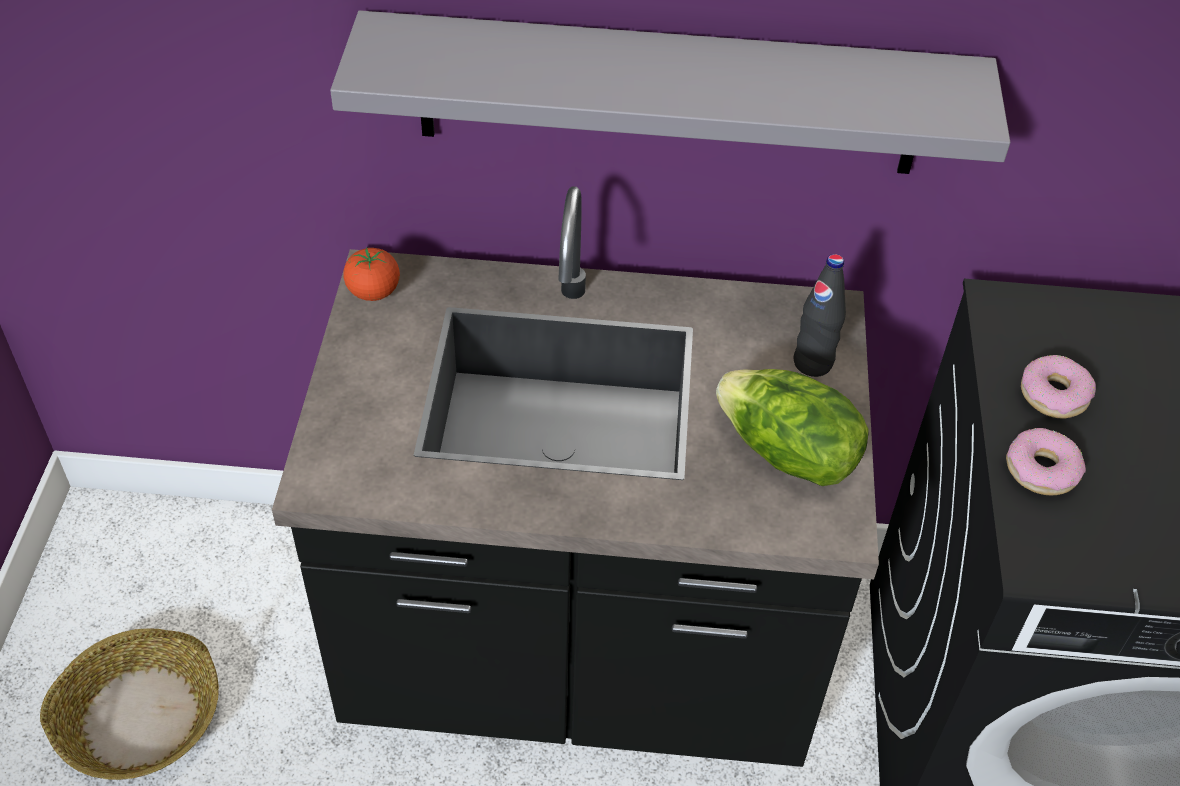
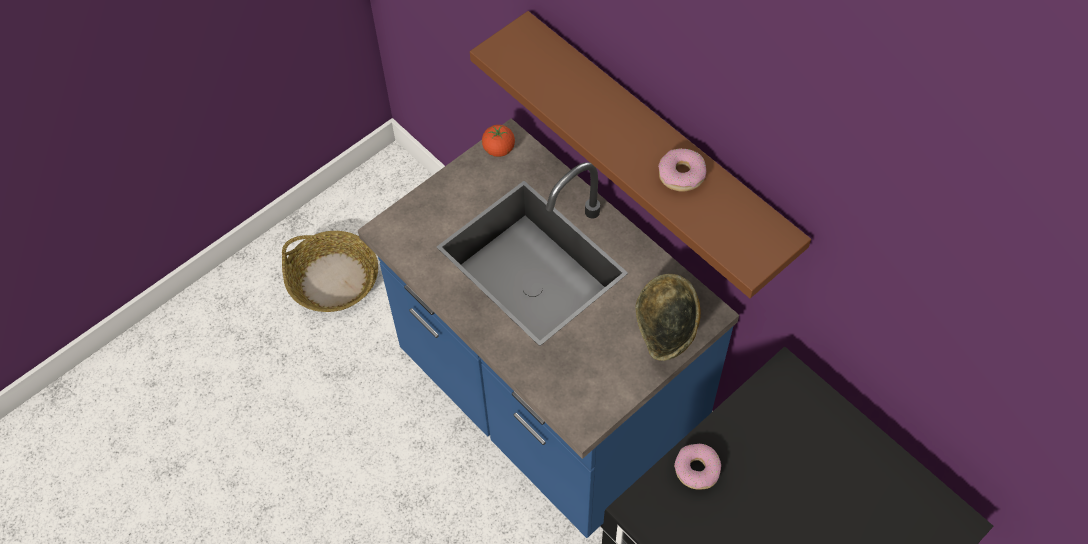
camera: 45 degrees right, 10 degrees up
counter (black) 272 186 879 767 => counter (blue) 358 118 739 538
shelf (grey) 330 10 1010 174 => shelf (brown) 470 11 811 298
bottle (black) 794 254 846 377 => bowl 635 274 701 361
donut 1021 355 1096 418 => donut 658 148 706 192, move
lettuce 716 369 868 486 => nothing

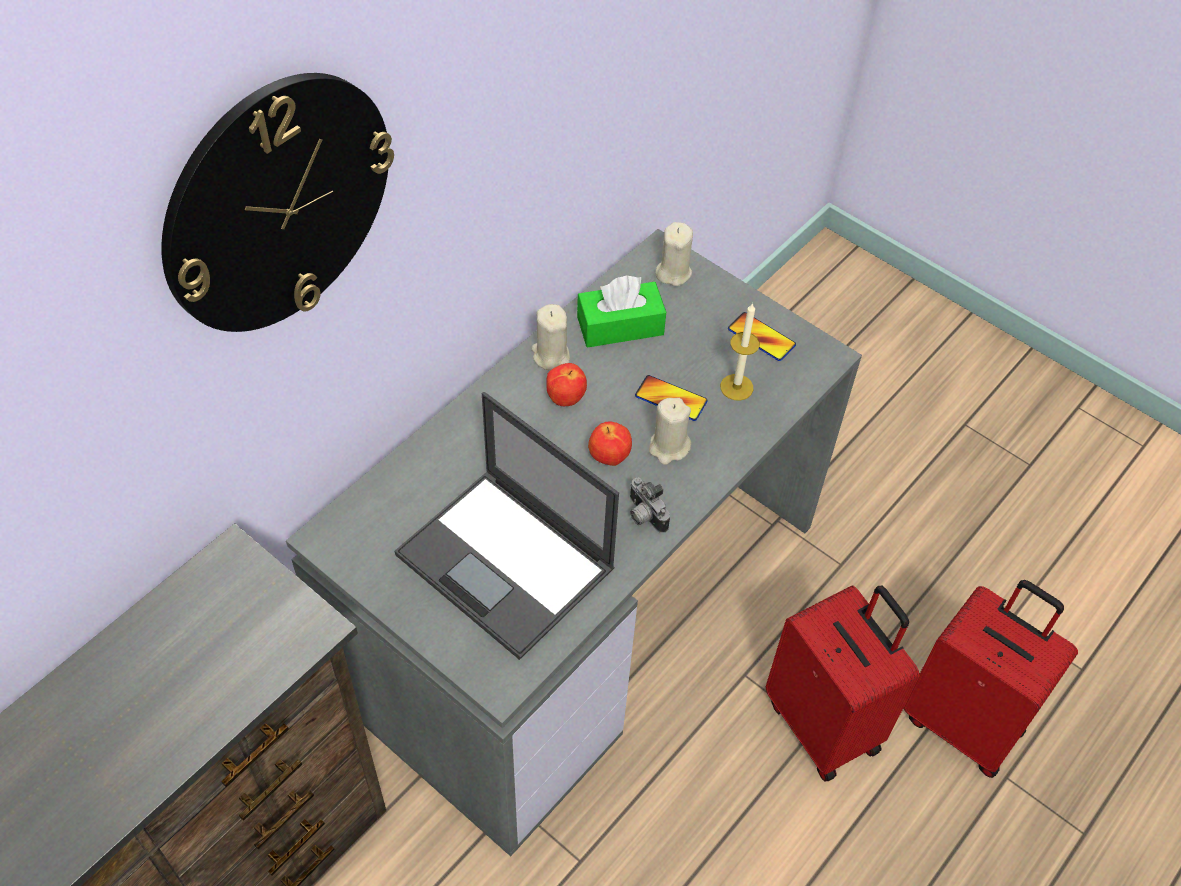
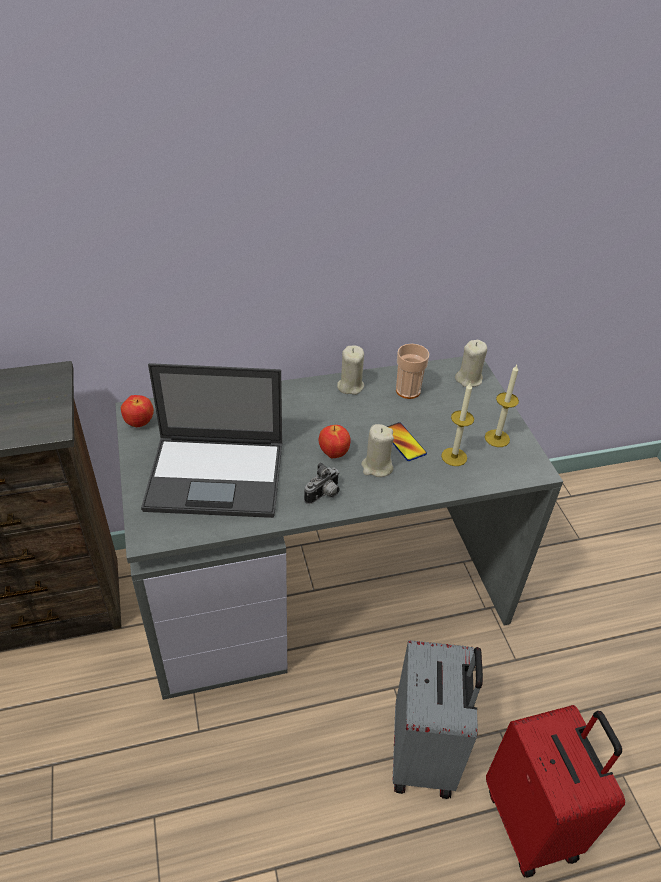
camera: 35 degrees right, 10 degrees down
apple 546 363 587 406 => apple 121 395 154 427, move
laptop 394 392 619 660 => laptop 141 363 282 518, 75 degrees counterclockwise
photo camera 630 477 670 533 => photo camera 304 462 340 504, 135 degrees counterclockwise
suitcase (red) 766 586 920 782 => suitcase (grey) 393 640 483 799
tissue box (green) 577 275 666 348 => cup 396 344 430 399
phone 728 312 796 361 => candle 485 365 519 447
wall clock 161 73 394 332 => nothing

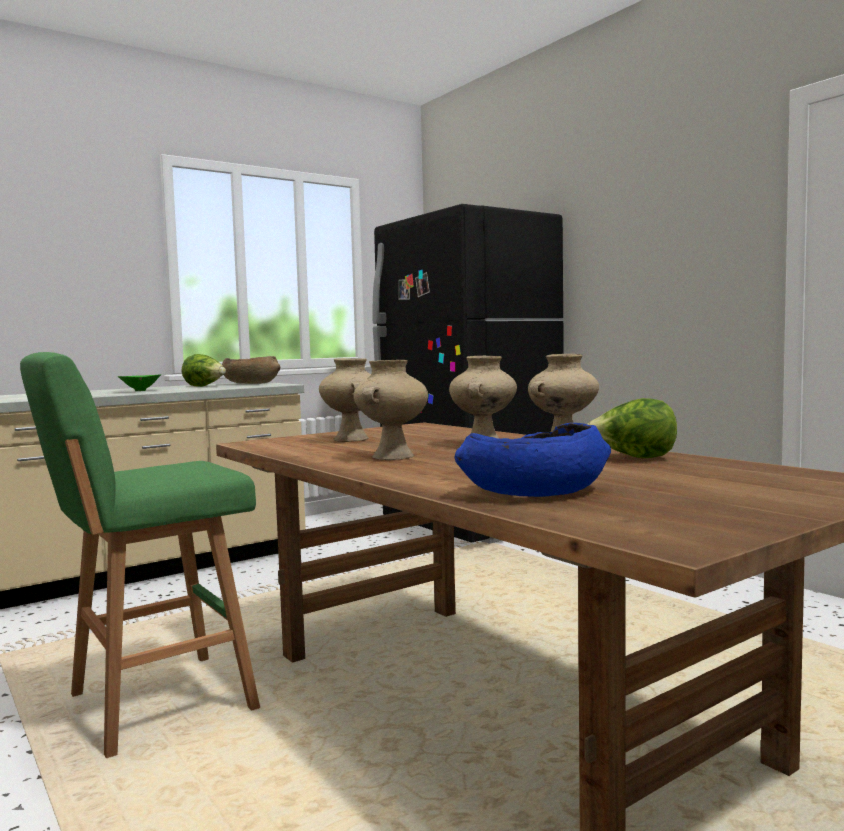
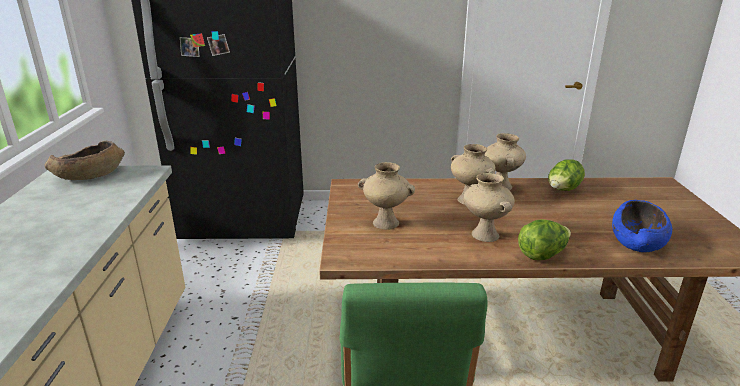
camera: 55 degrees left, 20 degrees up
lettuce 182 354 226 387 => lettuce 518 219 571 260, move
bowl (green) 118 374 161 391 => nothing

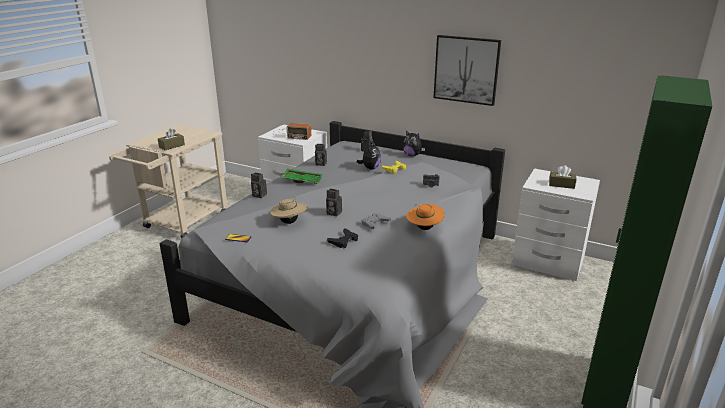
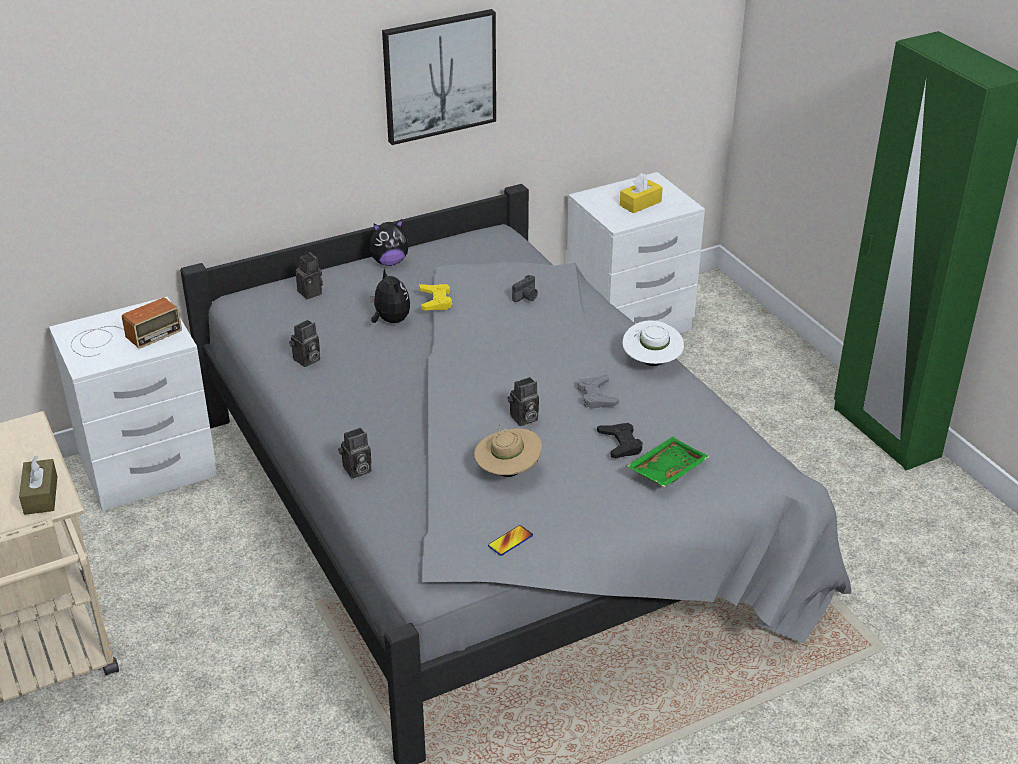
camera: 55 degrees left, 10 degrees up
tissue box (brown) 549 165 577 189 => tissue box (yellow) 620 173 663 213
hat (orange) 406 202 445 230 => hat (white) 622 320 684 366
tray (green) 282 169 322 184 => tray (green) 627 437 709 487, move

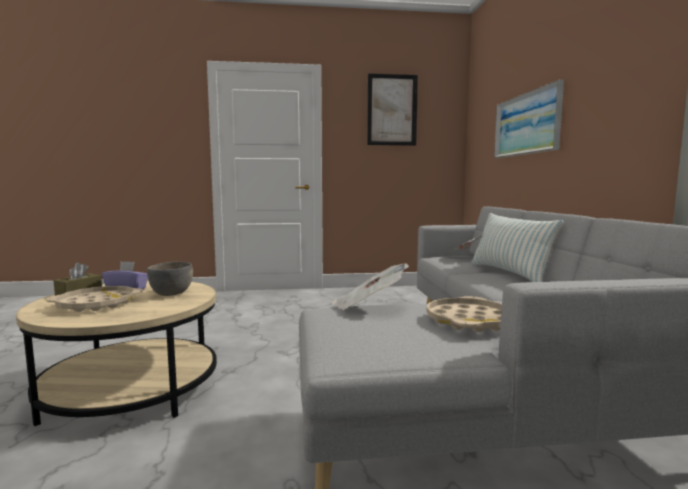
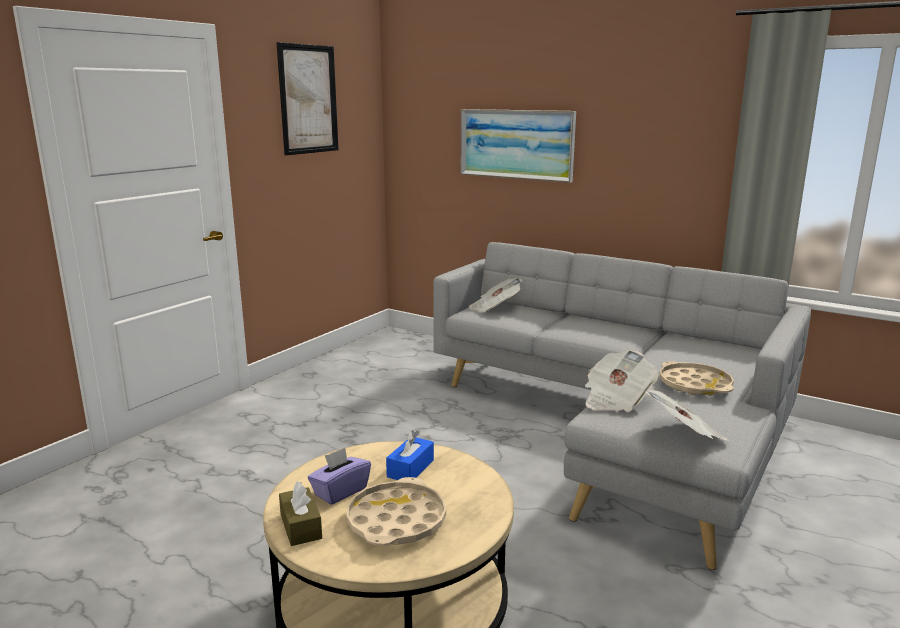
camera: 50 degrees left, 10 degrees up
bowl (grey) 147 261 193 296 => tissue box (blue) 386 430 434 480
nothing => newspaper 645 389 729 441
pillow 472 213 564 282 => nothing

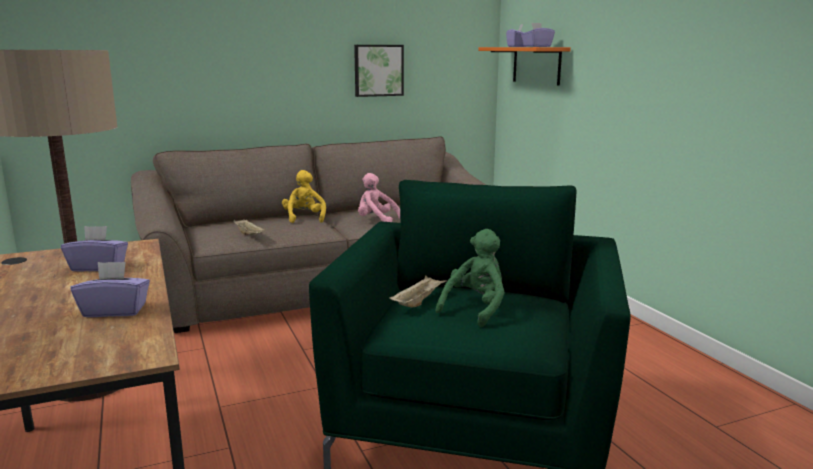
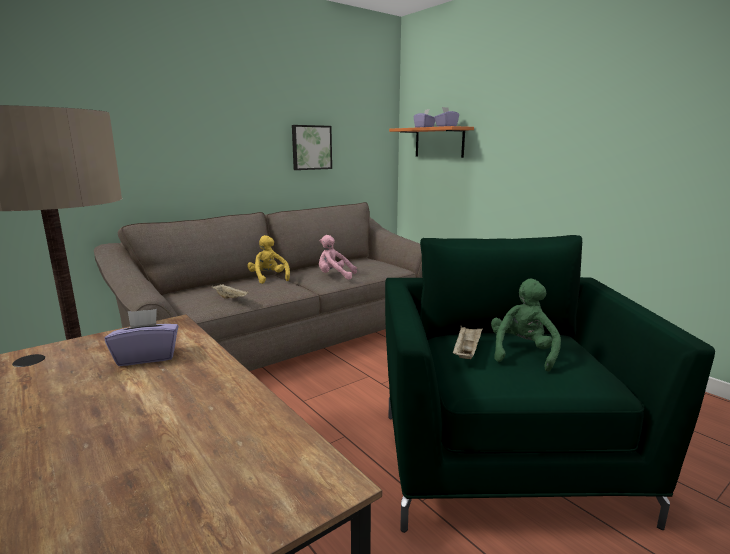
camera: 15 degrees left, 0 degrees up
tissue box (purple) 71 262 150 317 => nothing

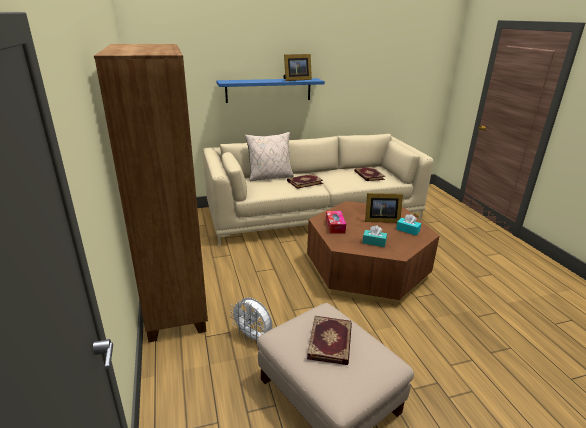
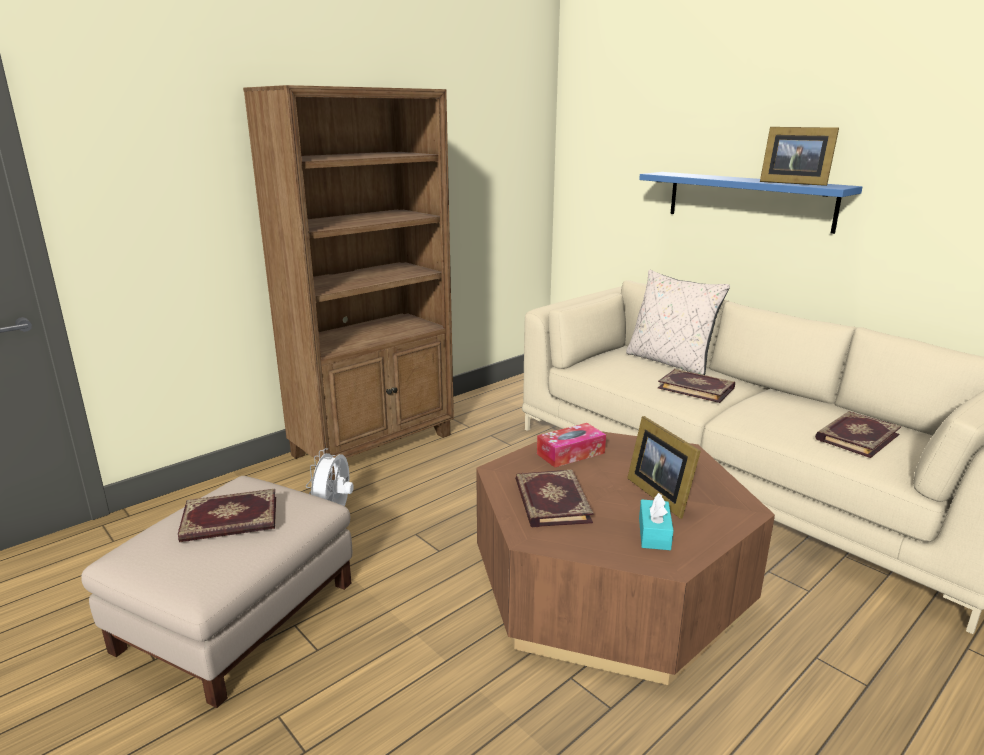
camera: 65 degrees right, 5 degrees down
tissue box (turquoise) 362 225 387 247 => book 515 470 594 527

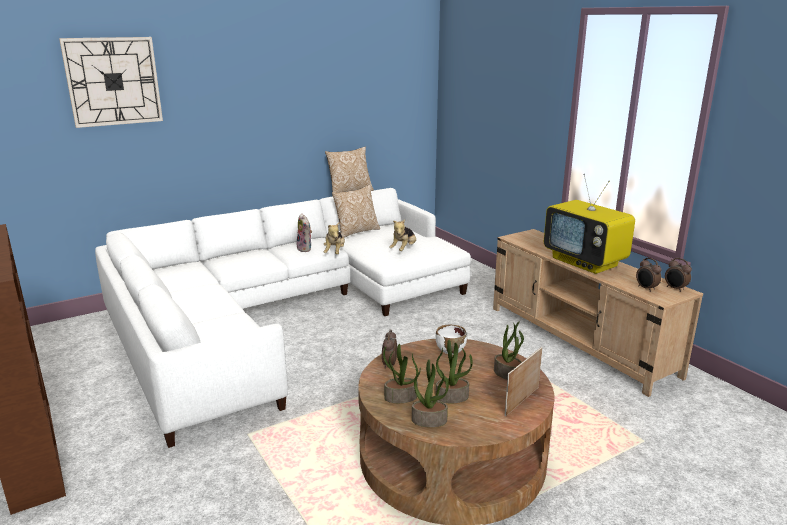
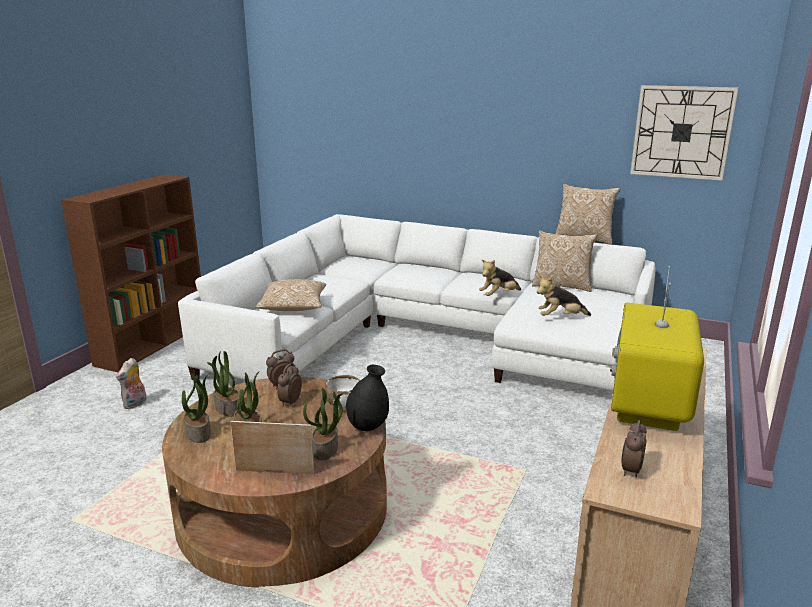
camera: 55 degrees right, 0 degrees up
plush toy 296 213 312 252 => plush toy 116 358 147 409, move
nothing => pillow 255 279 326 311
alarm clock 665 258 692 292 => alarm clock 277 363 302 407, move
nothing => vase (black) 346 365 389 431
wall clock 59 37 163 128 => wall clock 630 85 738 181, move

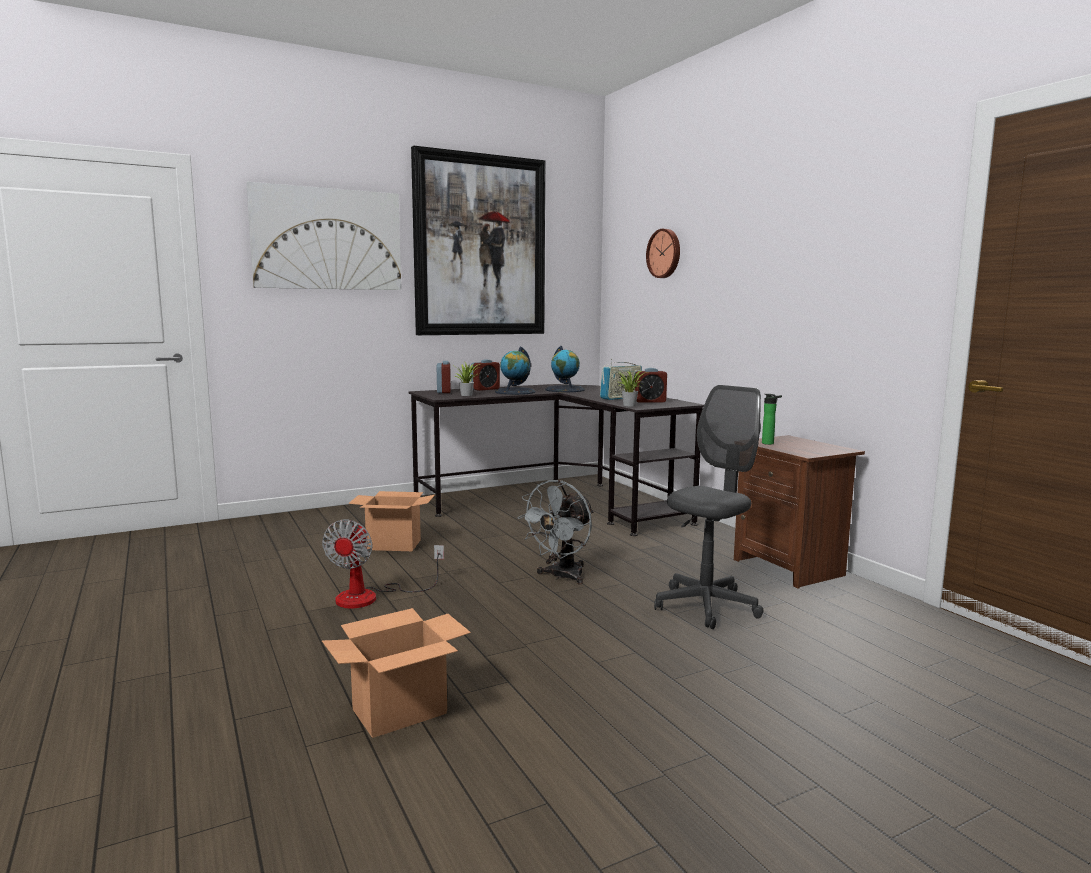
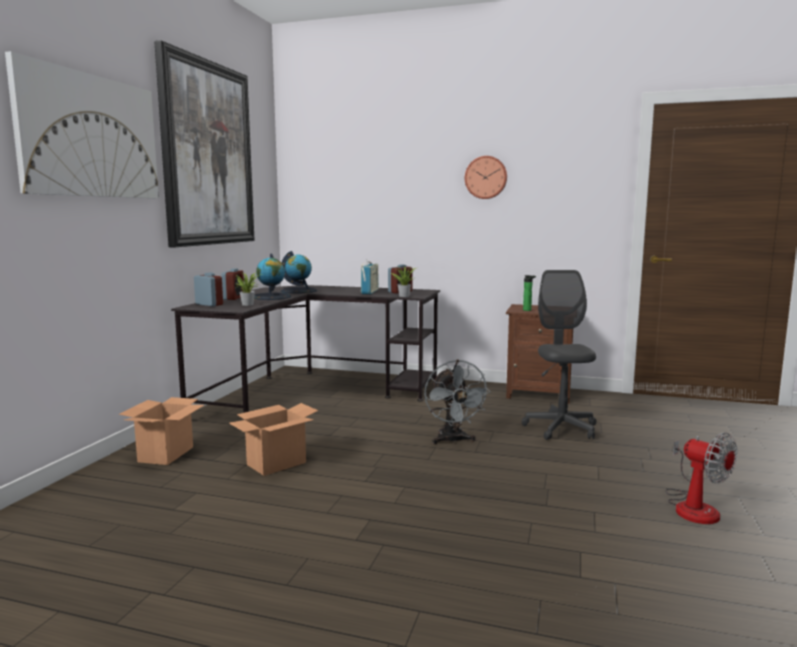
camera: 45 degrees left, 0 degrees up
cardboard box 322 608 471 738 => cardboard box 119 397 204 465, move
wall clock 646 229 680 278 => wall clock 465 156 507 199, move
fan 322 519 444 608 => fan 666 432 737 524, move

